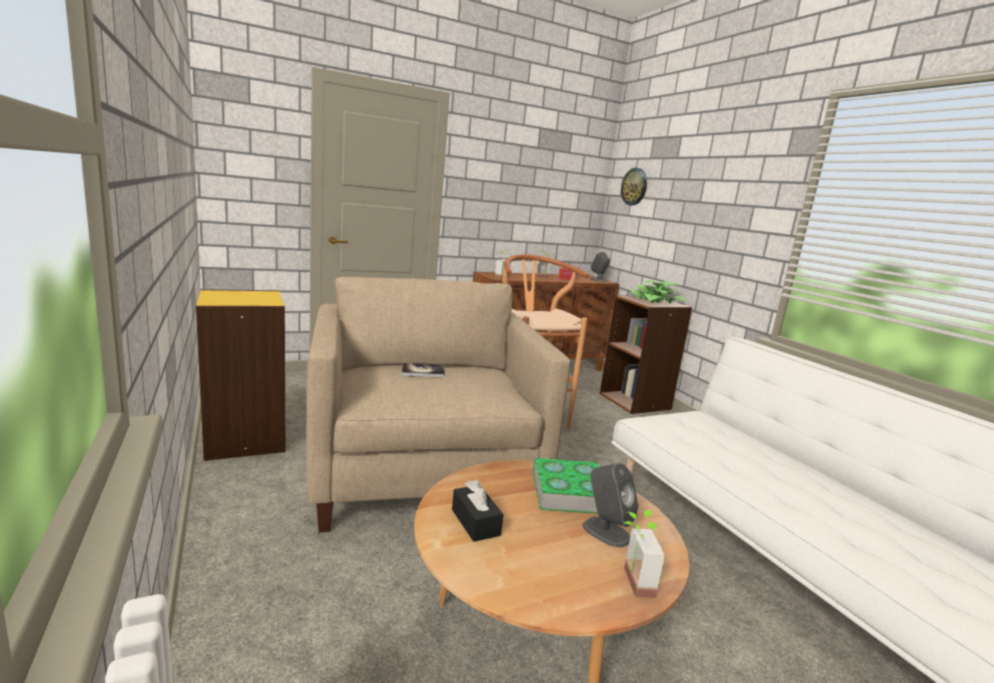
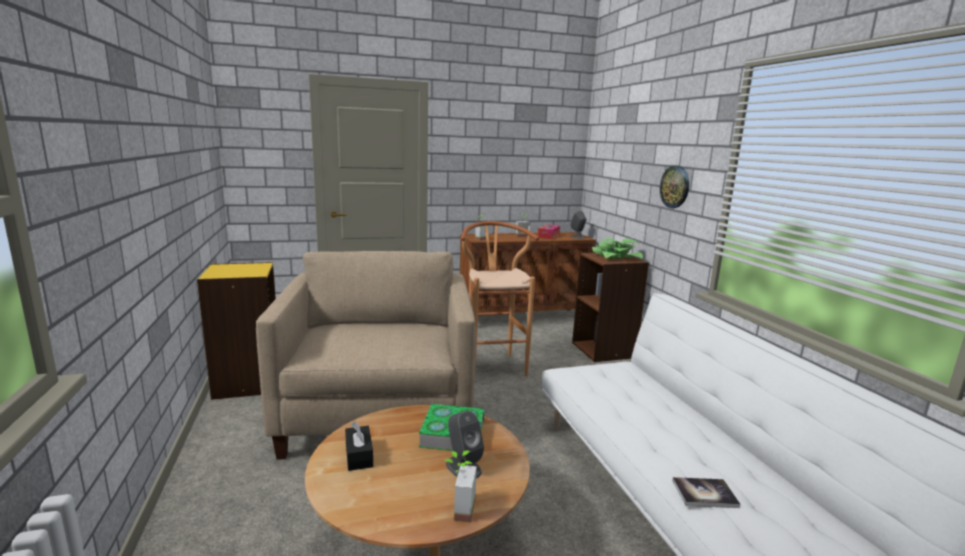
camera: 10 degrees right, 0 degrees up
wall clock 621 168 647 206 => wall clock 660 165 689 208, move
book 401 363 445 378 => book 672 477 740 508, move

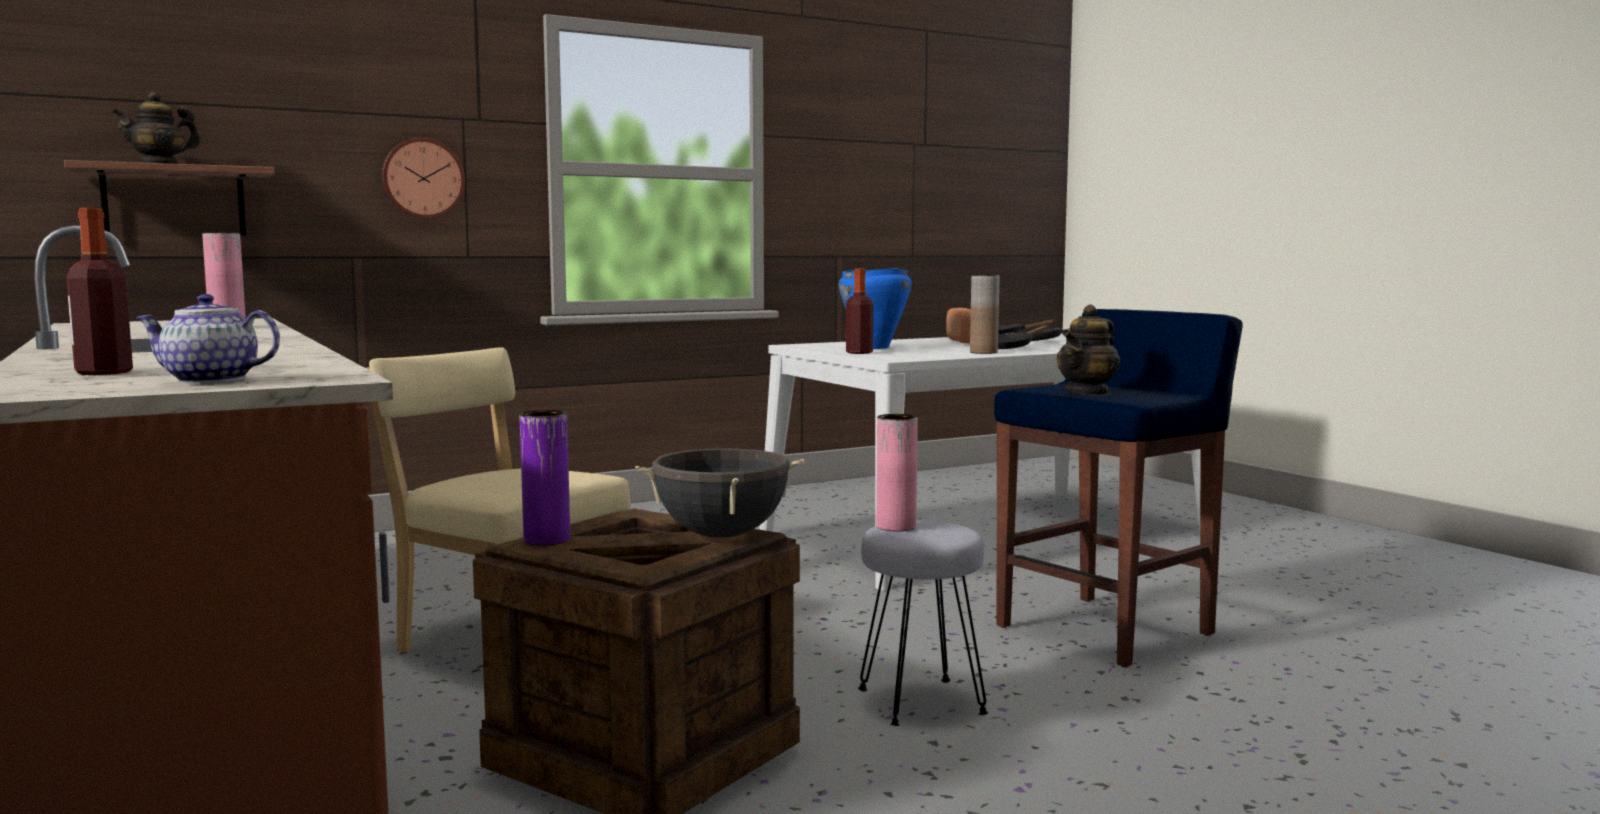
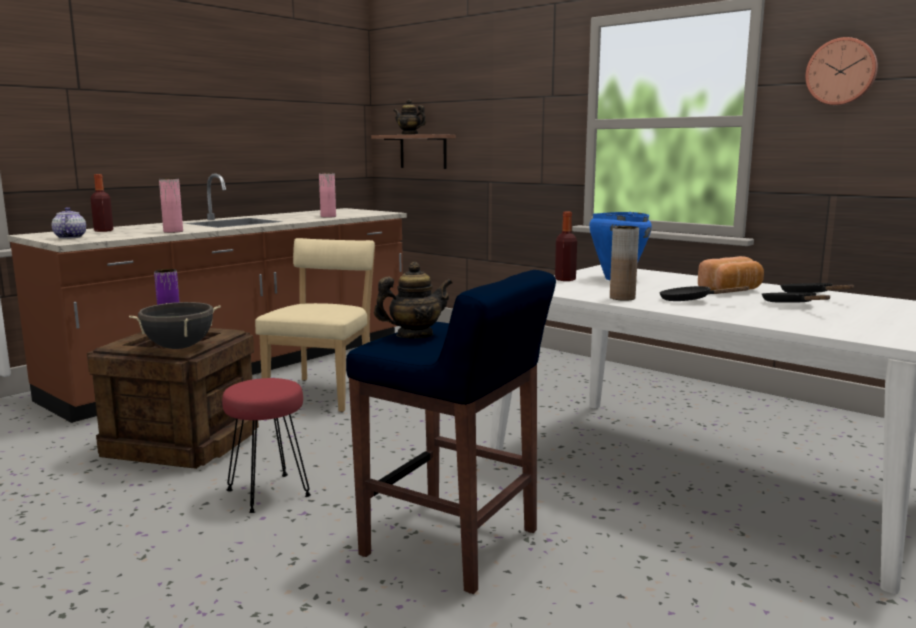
camera: 70 degrees right, 5 degrees up
vase (pink) 876 414 918 531 => vase (pink) 159 178 183 233, move
stool (grey) 858 521 988 726 => stool (red) 222 378 311 513
teapot 1057 304 1121 396 => teapot 374 262 453 338, 135 degrees clockwise
wall clock 381 138 465 219 => wall clock 805 37 878 105, move

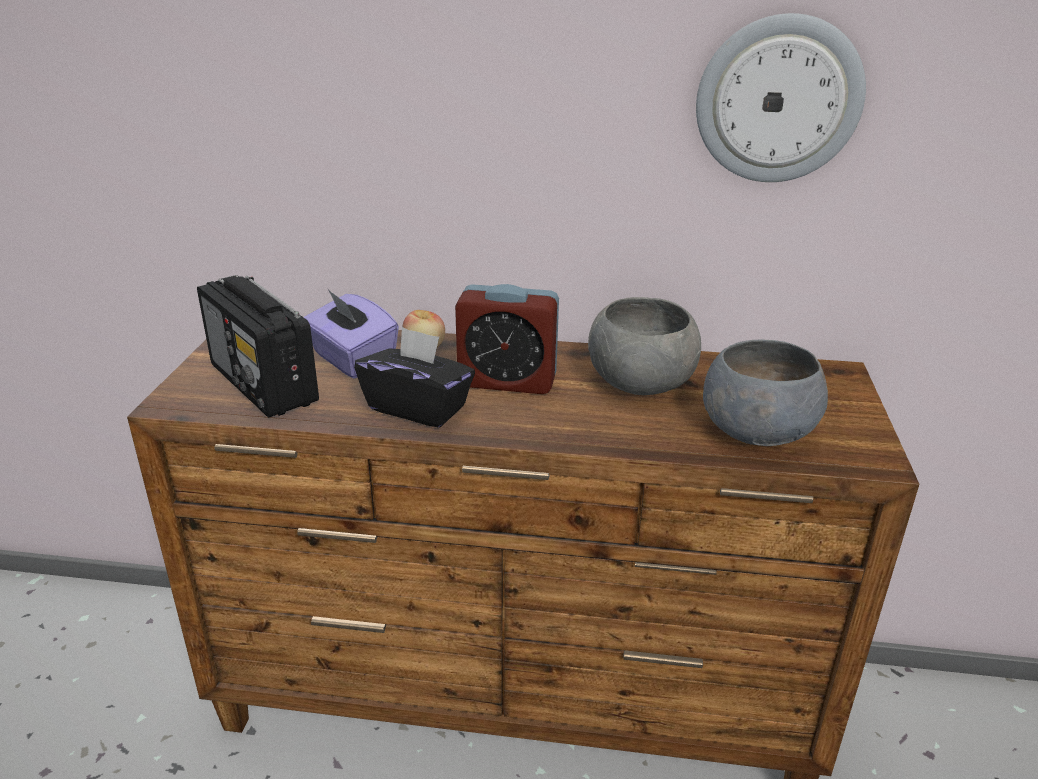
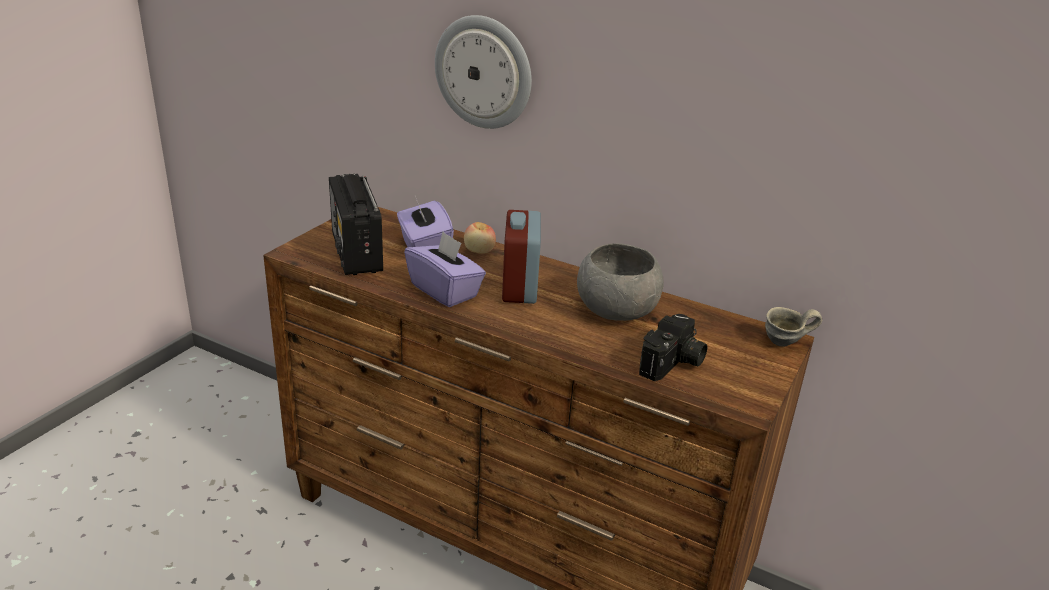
camera: 20 degrees right, 0 degrees up
tissue box (black) 354 327 475 428 => tissue box (purple) 404 232 486 307
wall clock 696 13 866 182 => wall clock 435 15 532 129, move
alarm clock 455 284 559 394 => alarm clock 502 210 541 304, 60 degrees clockwise
bowl (grey) 703 340 828 446 => photo camera 639 314 708 381
nothing => mug (grey) 765 307 822 347

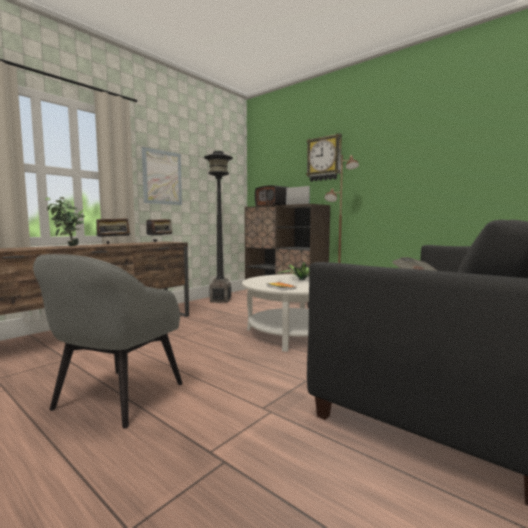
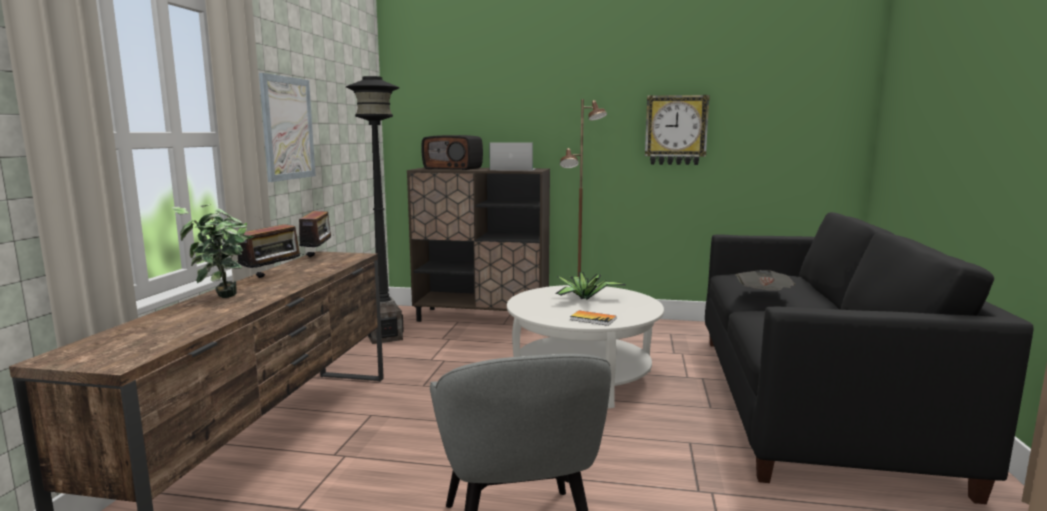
camera: 30 degrees left, 5 degrees up
wall clock 306 133 342 182 => wall clock 645 95 710 165, move

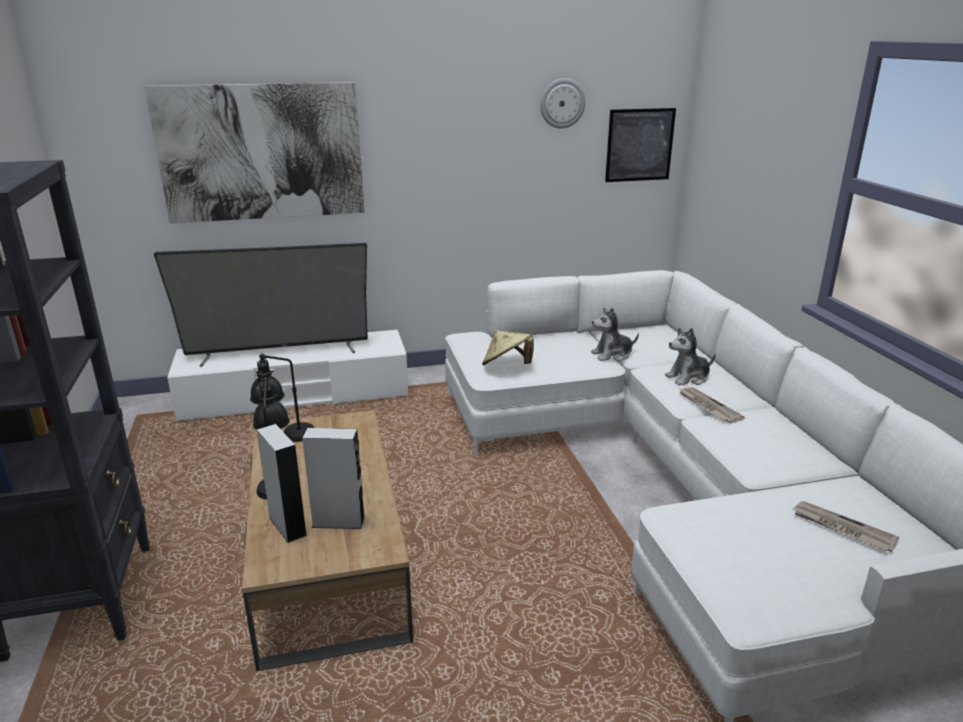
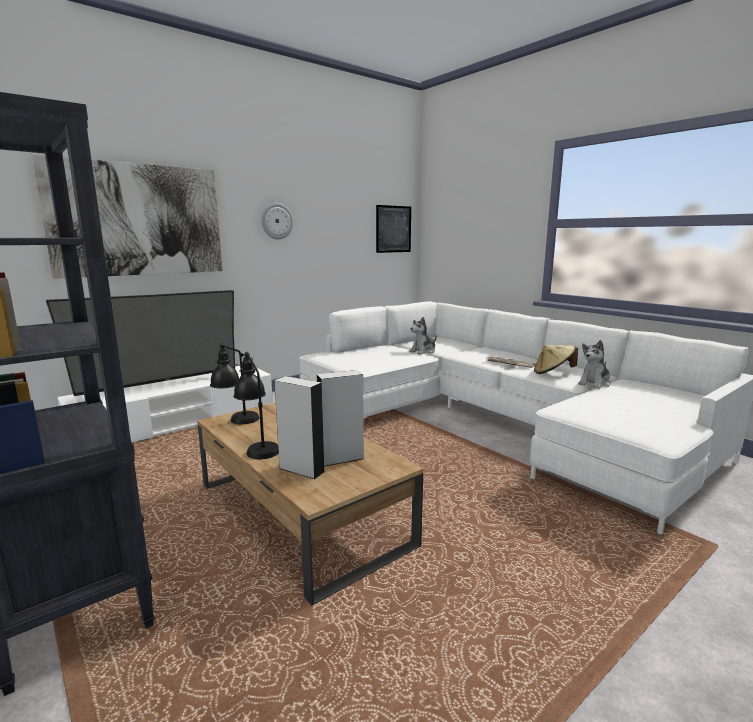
camera: 25 degrees left, 10 degrees down
wall clock 540 78 586 129 => wall clock 261 203 293 239, move
hat (beige) 482 330 534 366 => hat (beige) 534 345 578 374, move
plush toy 665 328 716 386 => plush toy 578 340 611 389, move
newspaper 792 501 899 552 => nothing

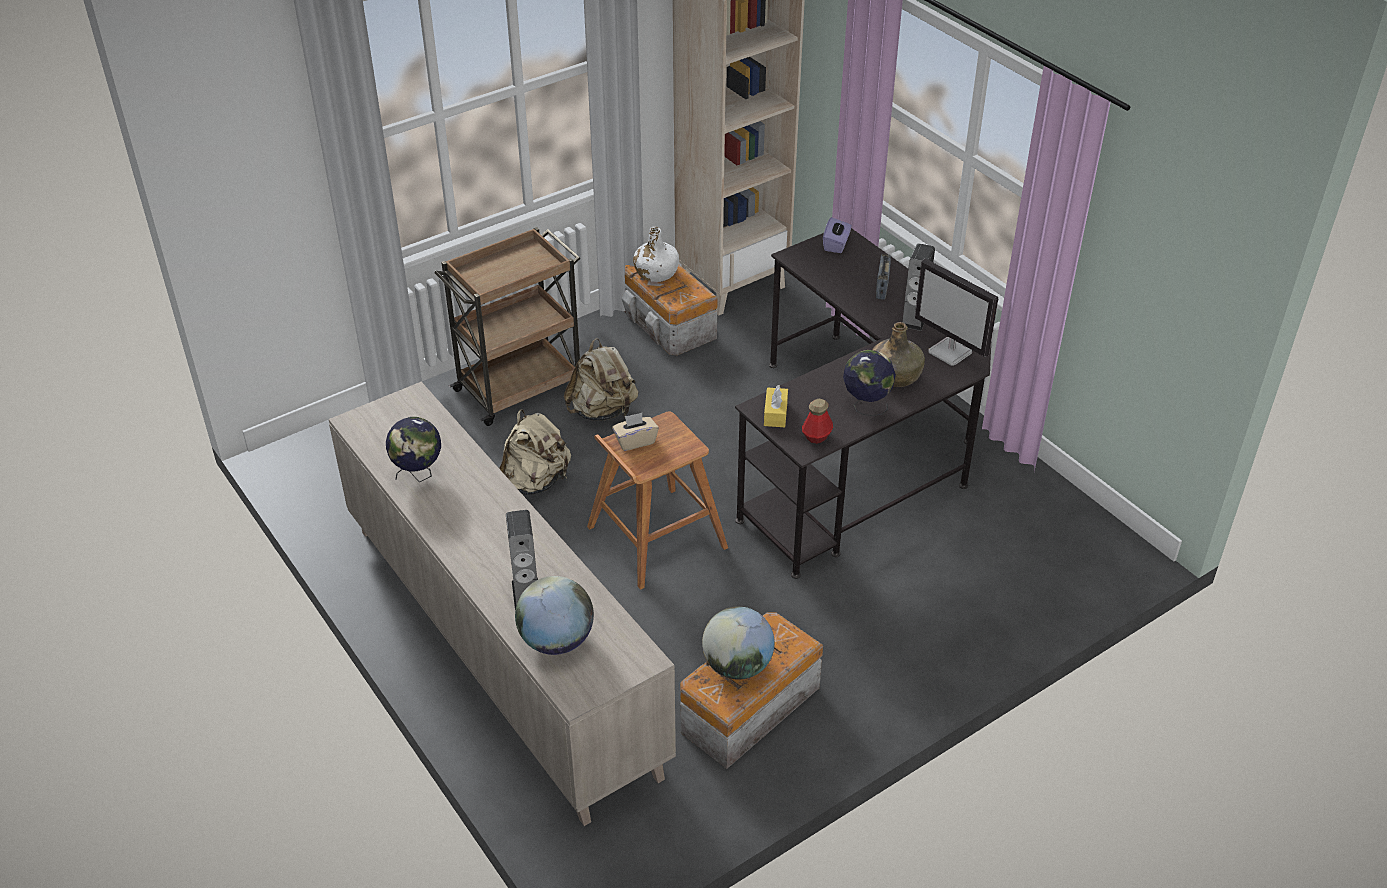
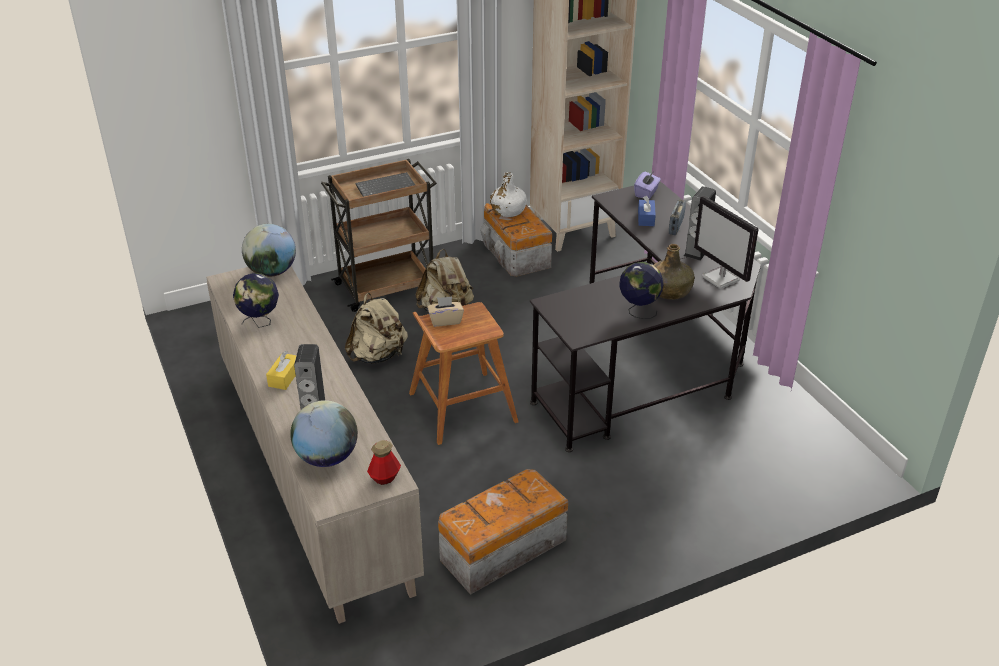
camera: 10 degrees right, 5 degrees down
globe 702 606 775 680 => globe 242 224 296 277, move
tissue box (yellow) 764 385 788 427 => tissue box (yellow) 266 351 296 390, move
nothing => keyboard 356 172 415 197
bottle 802 399 833 444 => bottle 367 440 401 485, move
nothing => tissue box (blue) 638 196 656 226

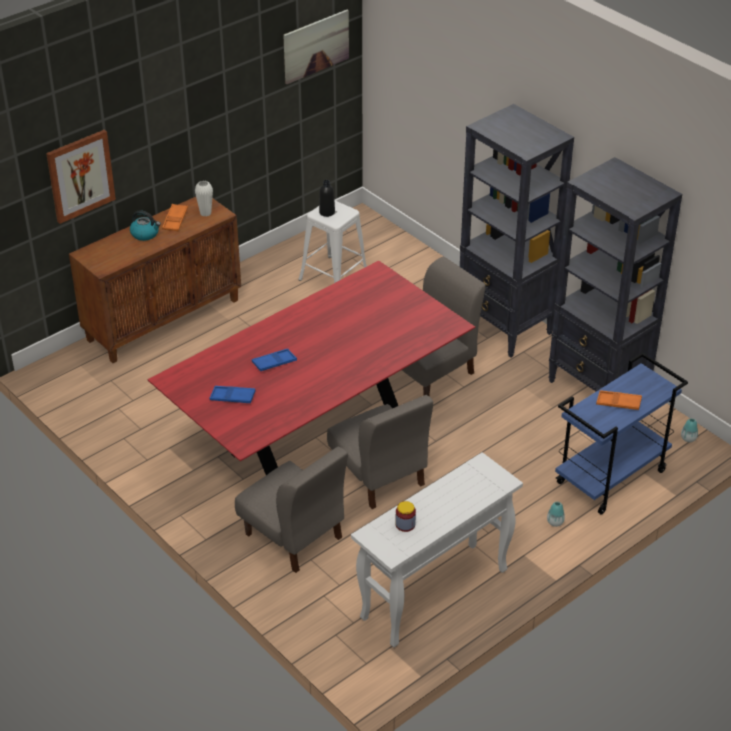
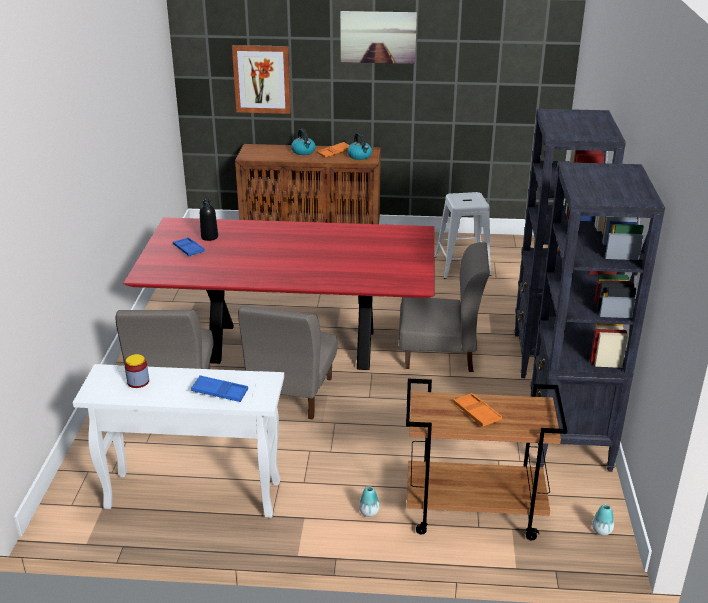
camera: 45 degrees right, 10 degrees down
tray (blue) 252 349 297 371 => tray (blue) 191 375 248 402, move
bottle (black) 319 180 335 217 => bottle (black) 200 199 218 241, move
picture 283 10 349 84 => picture 340 11 417 64, move
vase (white) 195 181 213 217 => kettle 347 133 372 160
cart (blue) 555 352 688 515 => cart (brown) 406 379 567 540

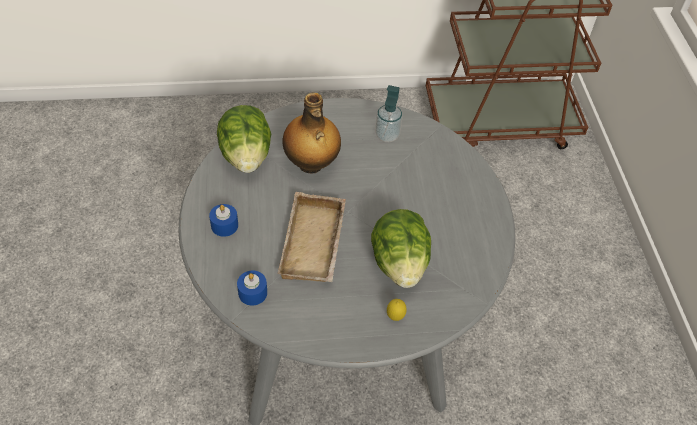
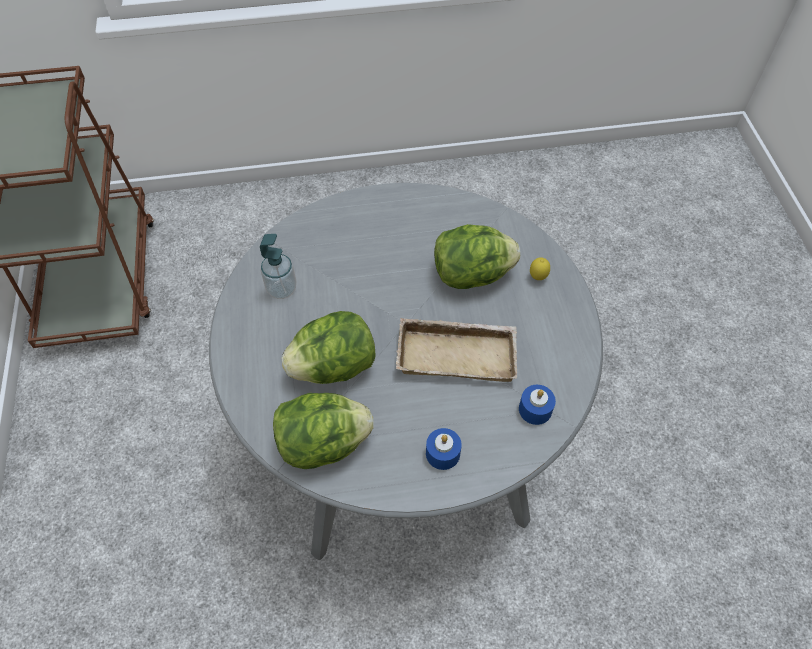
camera: 90 degrees left, 5 degrees up
bottle 282 93 341 174 => lettuce 281 311 376 384

